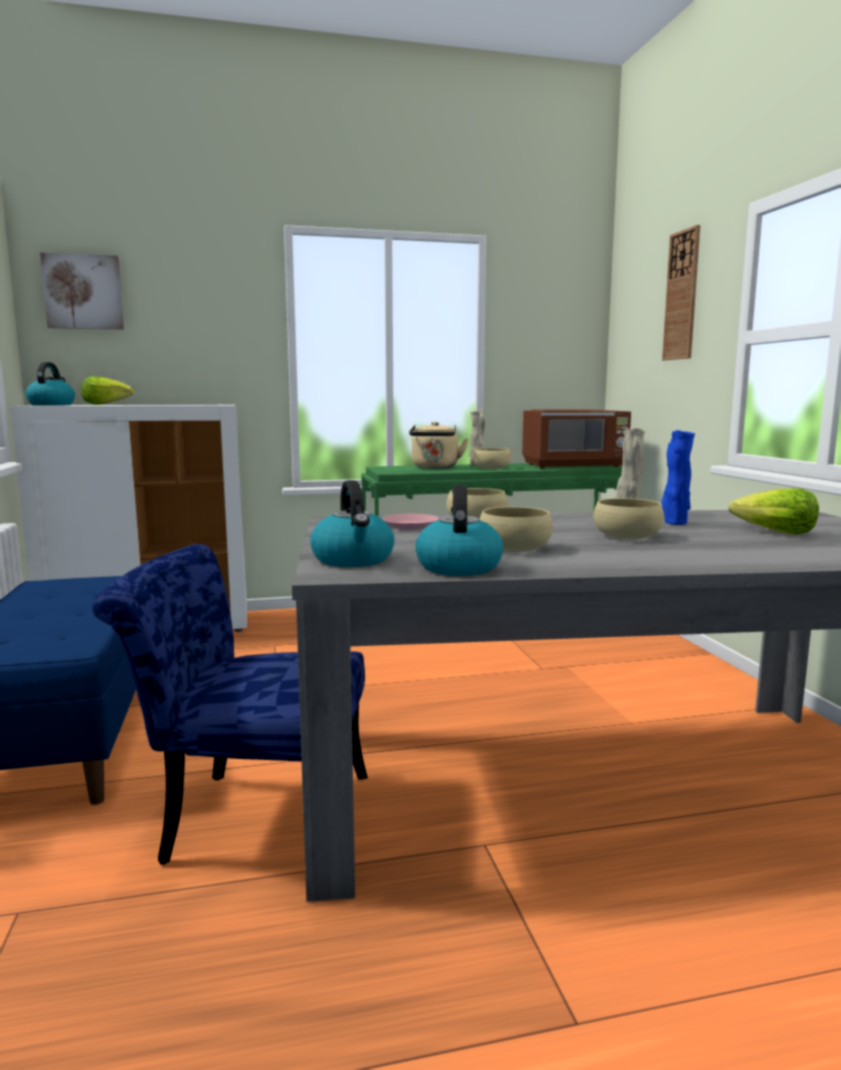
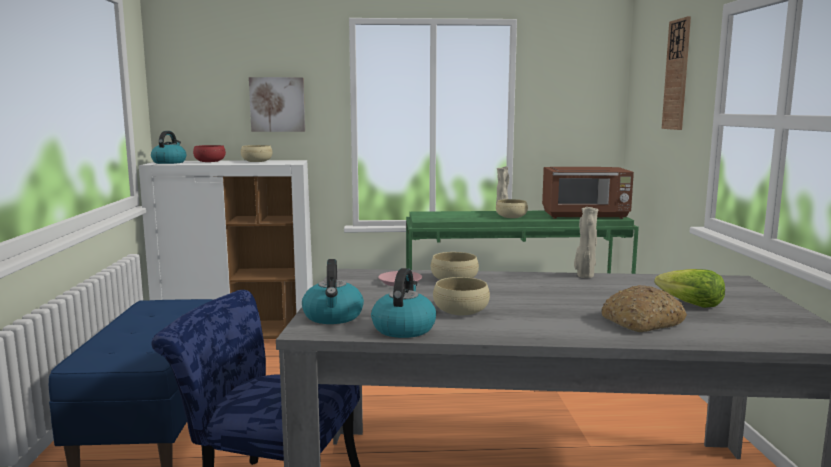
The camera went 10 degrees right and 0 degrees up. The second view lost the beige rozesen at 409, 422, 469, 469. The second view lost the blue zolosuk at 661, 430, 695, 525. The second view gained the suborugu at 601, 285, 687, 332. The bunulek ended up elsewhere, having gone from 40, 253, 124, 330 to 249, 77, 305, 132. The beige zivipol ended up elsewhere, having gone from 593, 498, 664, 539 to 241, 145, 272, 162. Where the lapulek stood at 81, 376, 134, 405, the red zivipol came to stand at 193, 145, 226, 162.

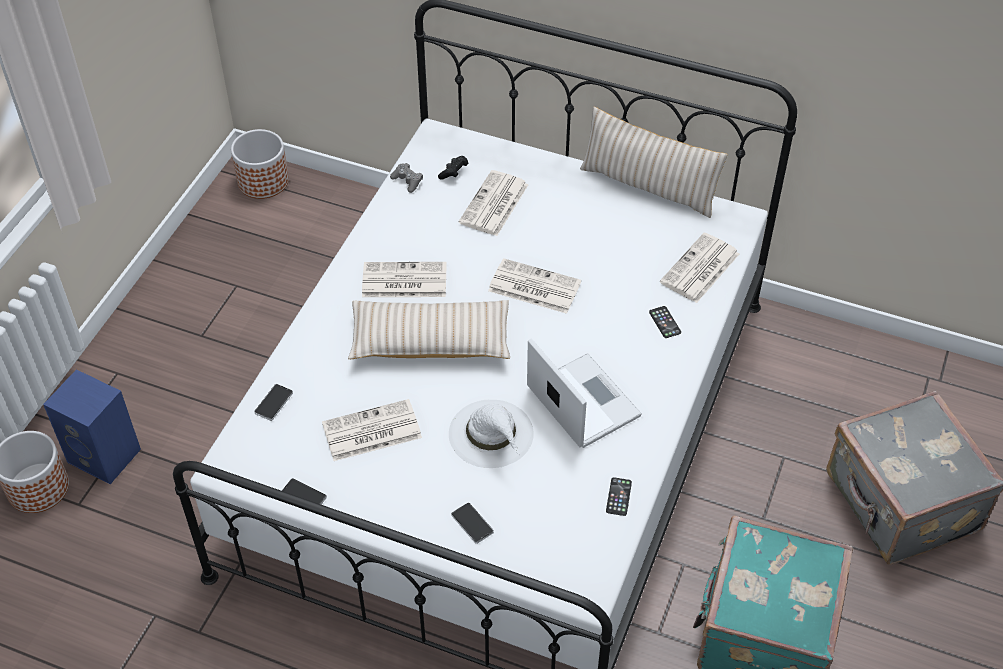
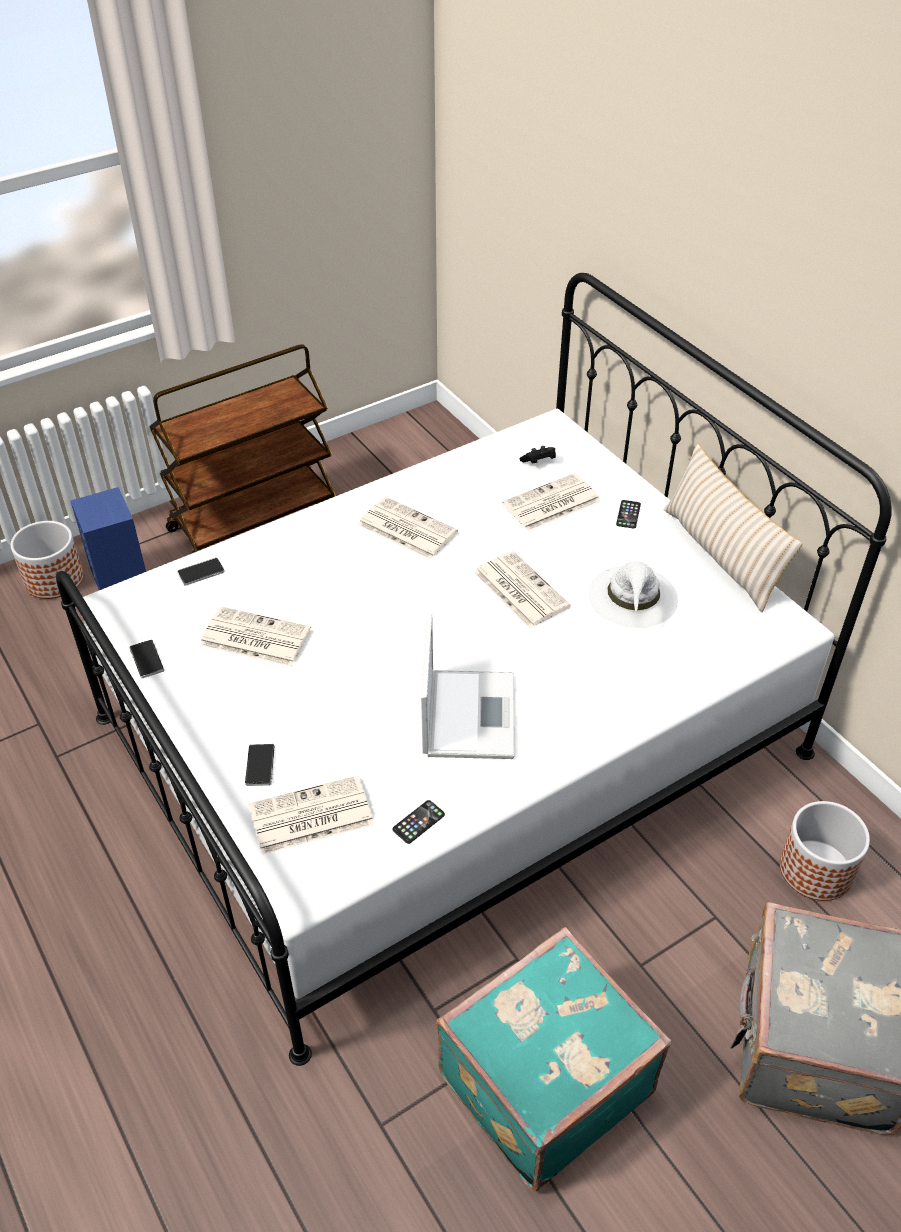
The camera went 35 degrees right and 5 degrees down. The second view lost the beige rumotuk at 348, 300, 510, 359. The second view lost the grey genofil at 390, 163, 423, 193. The second view gained the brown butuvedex at 149, 344, 336, 553. The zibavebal ended up elsewhere, having gone from 231, 129, 289, 199 to 780, 801, 870, 901. The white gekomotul ended up elsewhere, having gone from 449, 400, 534, 468 to 588, 561, 678, 628. The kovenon ended up elsewhere, having gone from 649, 306, 681, 338 to 616, 500, 641, 529. The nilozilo ended up elsewhere, having gone from 660, 233, 739, 303 to 249, 775, 374, 854.

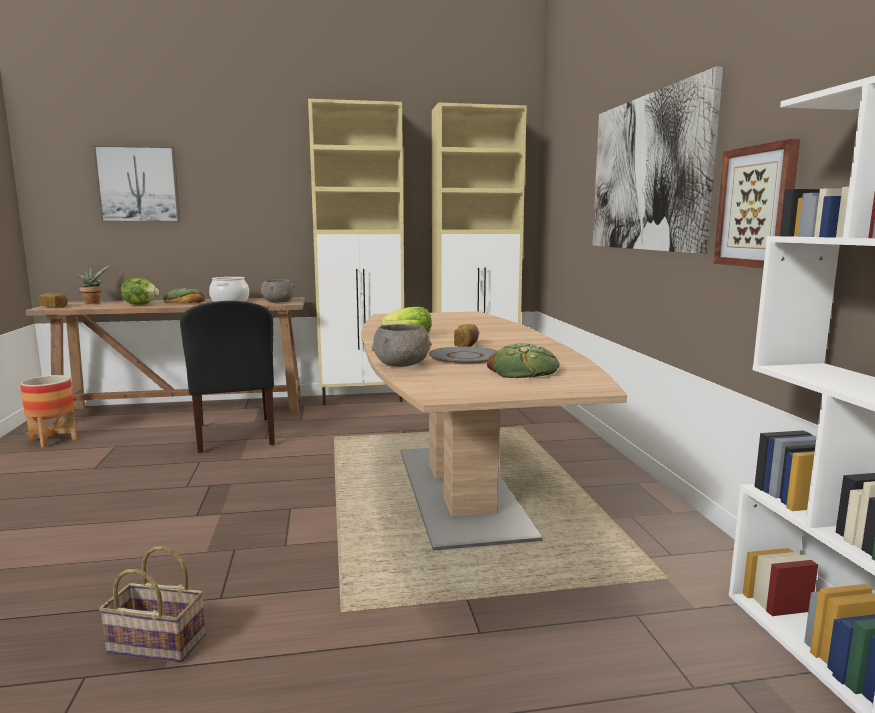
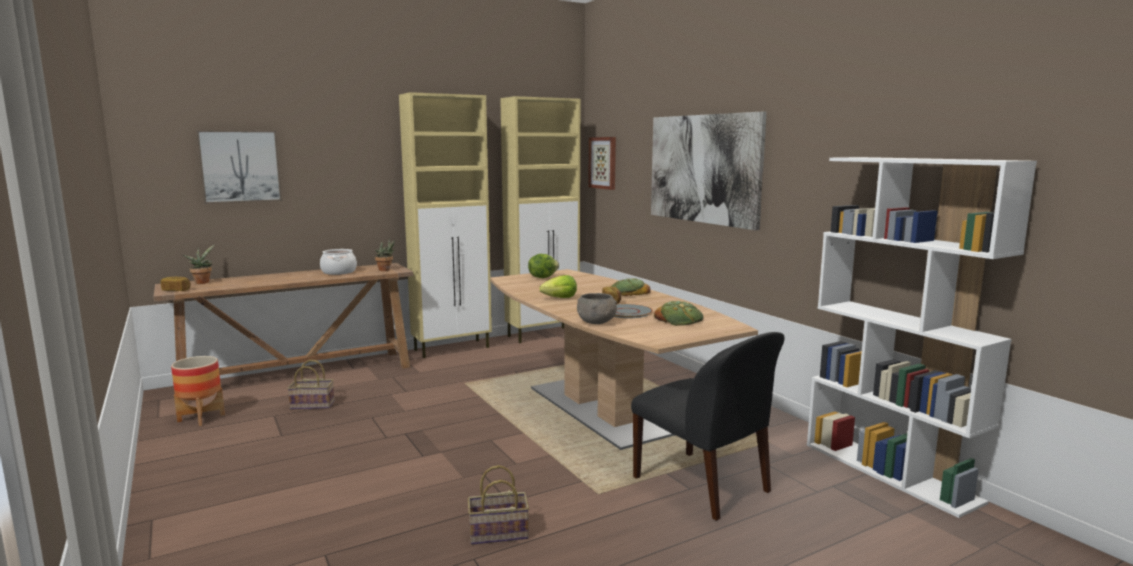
The camera went 20 degrees left and 0 degrees up. The second view gained the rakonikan at 287, 360, 334, 410. The lapulek ended up elsewhere, having gone from 121, 278, 159, 305 to 528, 254, 559, 278. The suborugu ended up elsewhere, having gone from 163, 288, 205, 303 to 612, 278, 650, 296. The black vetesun ended up elsewhere, having gone from 180, 301, 275, 453 to 631, 332, 785, 521. The bunulek ended up elsewhere, having gone from 714, 139, 800, 268 to 588, 137, 616, 190. Where the grey zivipol stood at 261, 279, 294, 303, the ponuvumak came to stand at 375, 239, 395, 271.

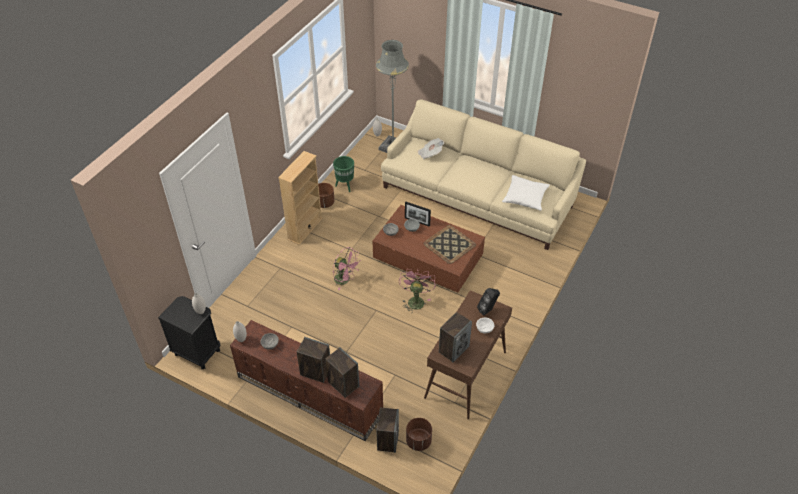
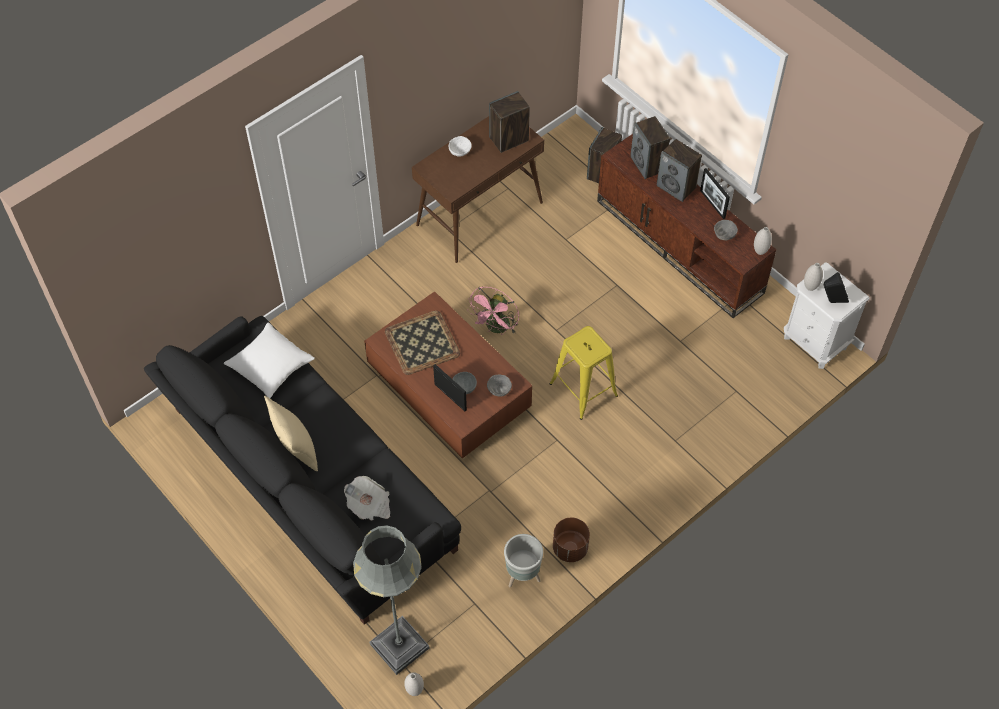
The camera went 160 degrees left and 10 degrees up. The second view lost the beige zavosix at 278, 151, 323, 245. The second view lost the brown zibavebal at 406, 418, 432, 451. The second view gained the beige rumotuk at 264, 396, 318, 471. The second view gained the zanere at 700, 168, 730, 219. The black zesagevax ended up elsewhere, having gone from 477, 288, 500, 316 to 824, 272, 849, 303. Where the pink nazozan stood at 333, 247, 361, 290, the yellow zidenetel came to stand at 550, 326, 618, 420. What was the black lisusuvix at 158, 296, 221, 369 turned into the white lisusuvix at 784, 262, 870, 369. What was the green zibavebal at 333, 156, 354, 192 turned into the grey zibavebal at 504, 534, 543, 587. What was the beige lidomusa at 381, 99, 586, 250 turned into the black lidomusa at 144, 316, 461, 625.

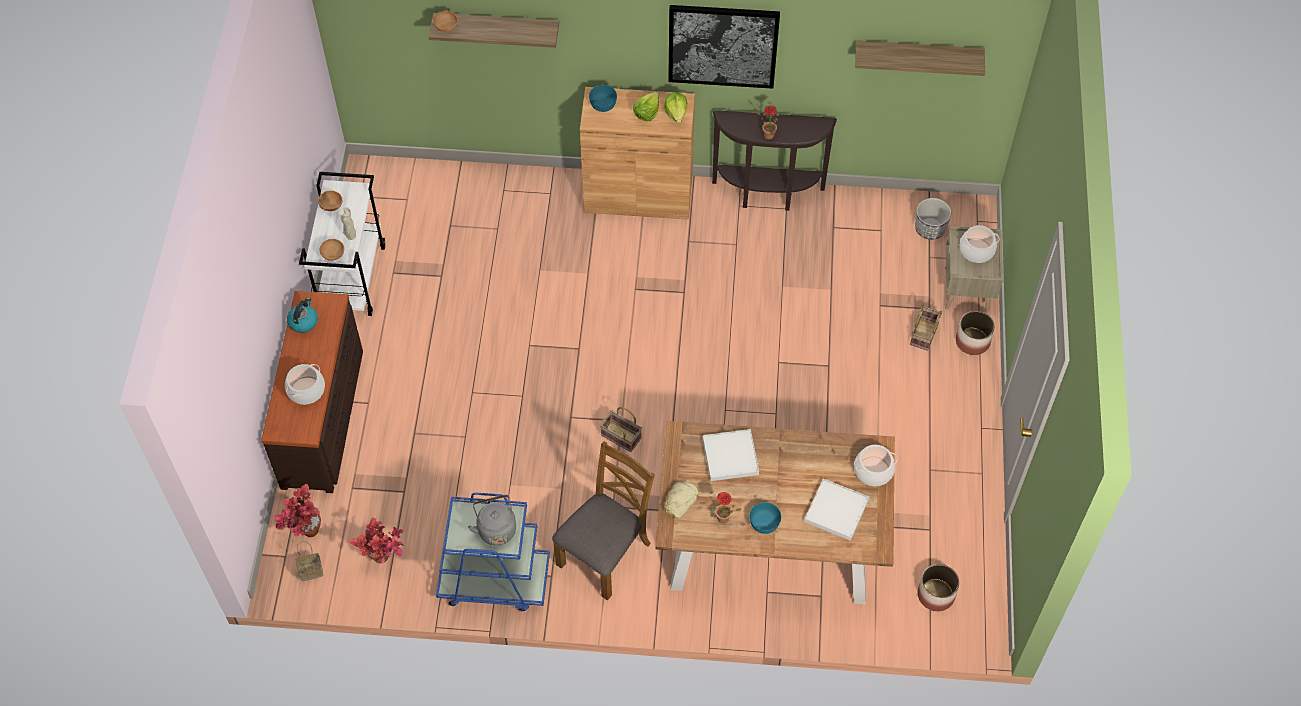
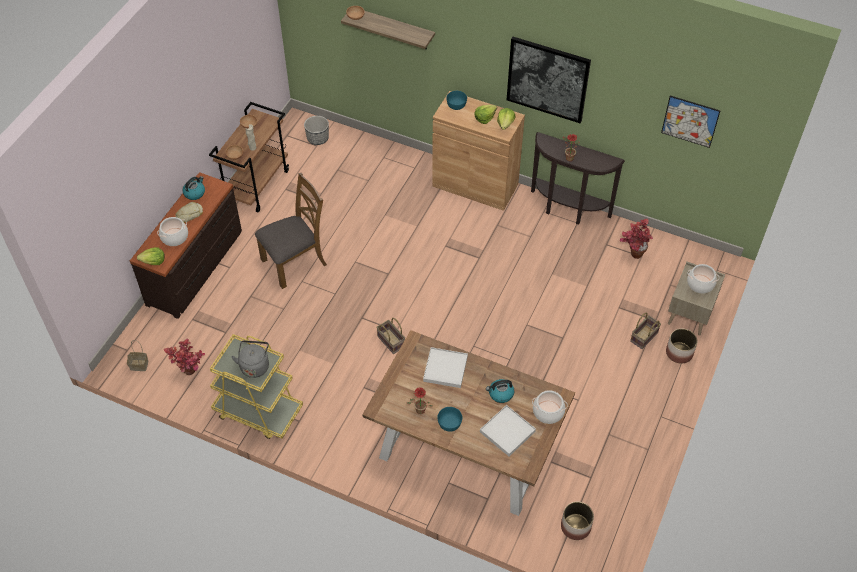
The camera went 20 degrees right and 5 degrees down. The second view gained the lapulek at 137, 247, 165, 265. The second view gained the rozesen at 486, 379, 514, 403. The ponuvumak ended up elsewhere, having gone from 274, 484, 321, 537 to 620, 219, 653, 259. The brown vetesun ended up elsewhere, having gone from 552, 441, 655, 600 to 255, 173, 327, 289. The suborugu ended up elsewhere, having gone from 665, 482, 699, 519 to 175, 202, 203, 222. The zibavebal ended up elsewhere, having gone from 915, 198, 951, 240 to 304, 116, 329, 145. Where the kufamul hung at 855, 40, 985, 76, the bunulek came to hang at 661, 95, 720, 148. What was the white butuvedex at 299, 172, 385, 316 turned into the brown butuvedex at 209, 102, 289, 212. What was the blue butuvedex at 436, 493, 550, 611 turned into the yellow butuvedex at 210, 334, 303, 439.

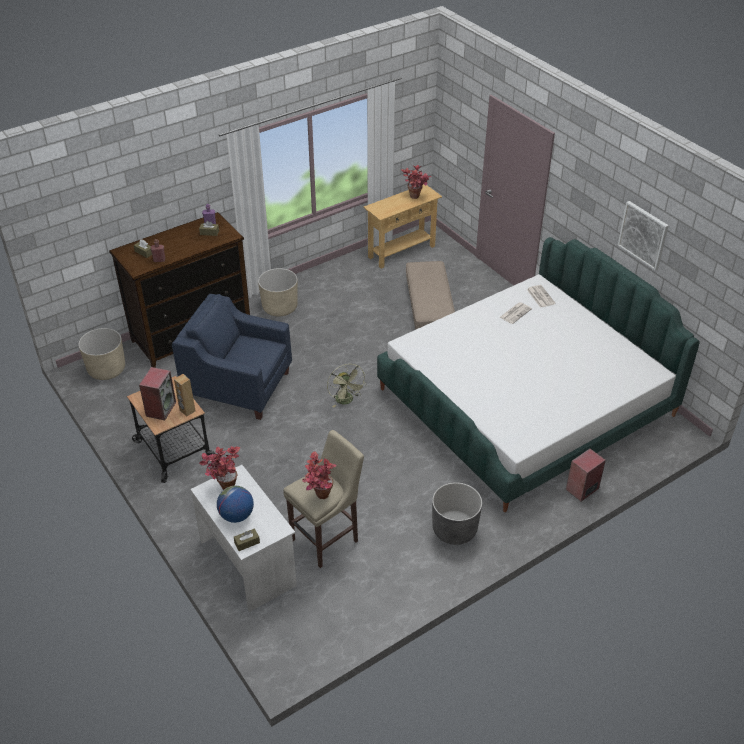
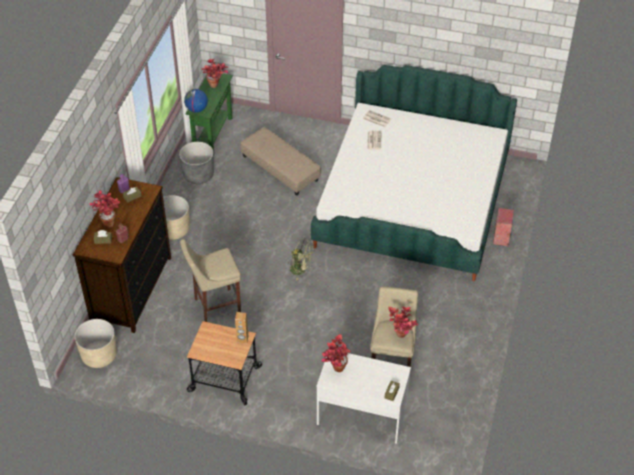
The camera went 40 degrees left and 5 degrees up. The second view lost the zesagevax at 139, 367, 176, 420. The second view lost the bunulek at 618, 201, 669, 271. The second view gained the ponuvumak at 89, 190, 120, 228. The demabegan ended up elsewhere, having gone from 217, 486, 254, 523 to 184, 89, 208, 113. The grey zibavebal ended up elsewhere, having gone from 432, 482, 482, 545 to 179, 142, 214, 184. Where the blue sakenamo stood at 172, 294, 292, 420, the beige zidenetel came to stand at 180, 239, 241, 322. What was the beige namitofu at 363, 184, 442, 269 turned into the green namitofu at 186, 73, 233, 153.

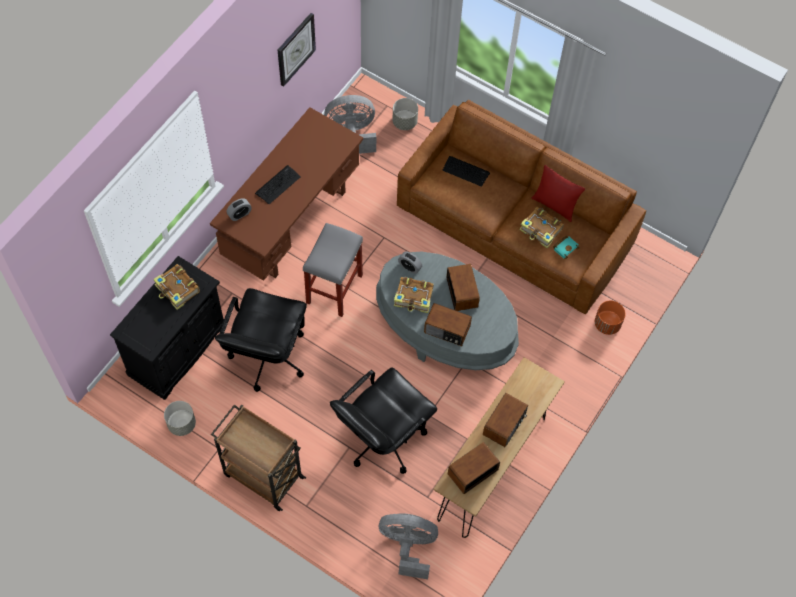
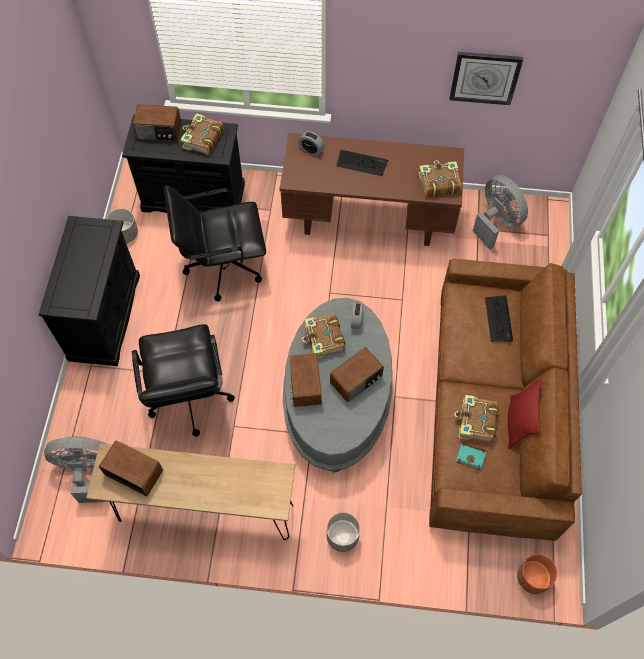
The camera went 65 degrees right and 0 degrees up. The second view lost the grey zidenetel at 303, 223, 363, 317. The second view gained the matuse at 418, 160, 462, 197. The grey zibavebal ended up elsewhere, having gone from 393, 98, 418, 130 to 327, 512, 360, 552. The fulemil ended up elsewhere, having gone from 483, 393, 528, 447 to 133, 105, 181, 142. The orange zibavebal ended up elsewhere, having gone from 595, 301, 625, 335 to 517, 554, 557, 594. Where the brown butuvedex stood at 211, 404, 306, 511, the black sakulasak came to stand at 38, 216, 140, 366. The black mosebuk at 330, 368, 437, 474 ended up facing another way, 120 degrees counterclockwise from before. The grey nazozan at 379, 513, 438, 579 ended up facing another way, 75 degrees counterclockwise from before.

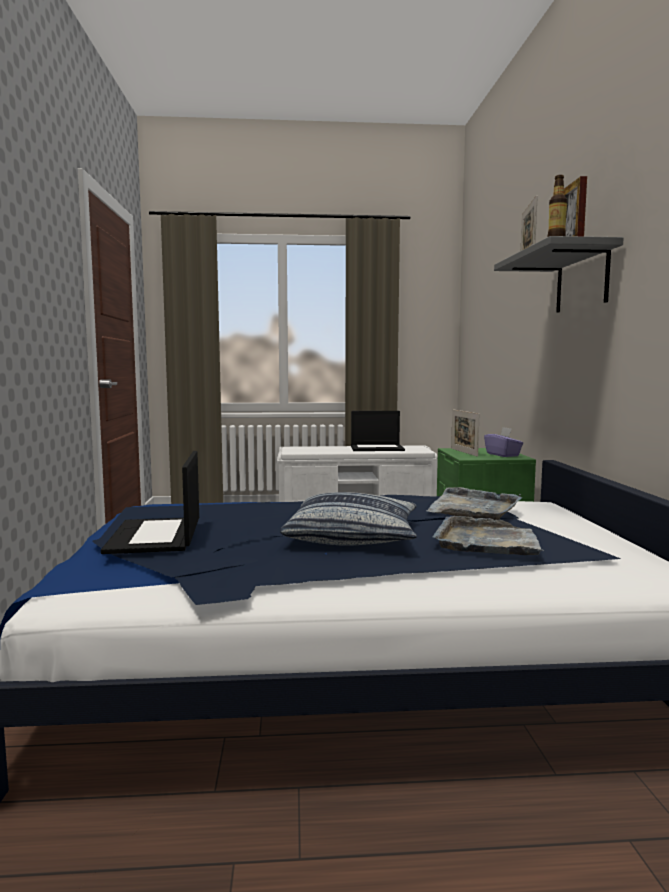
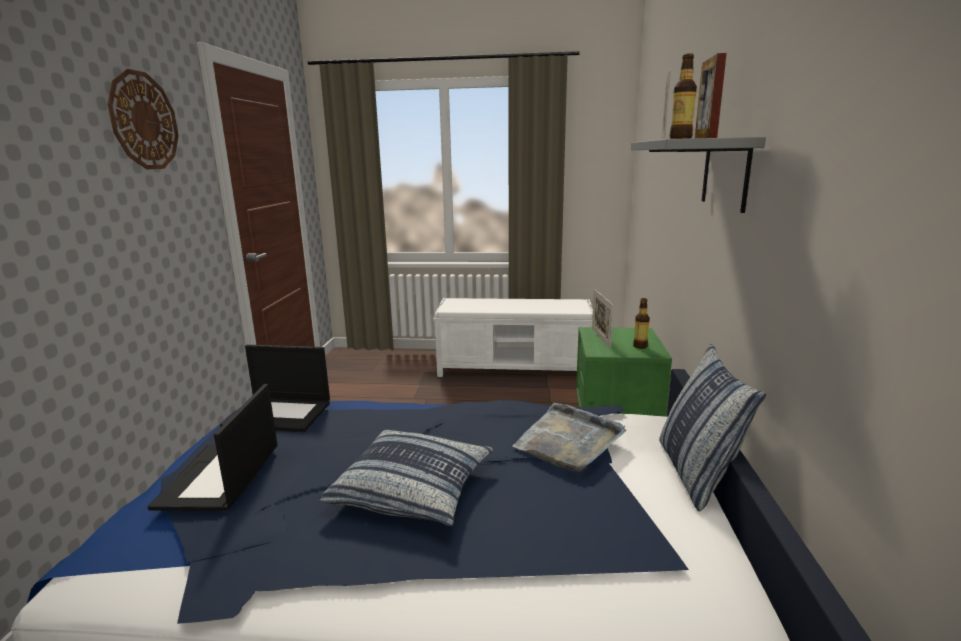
The camera went 10 degrees right and 10 degrees up. The second view lost the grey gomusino at 433, 516, 544, 555. The second view gained the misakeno at 107, 69, 179, 170. The second view gained the rumotuk at 659, 344, 766, 512. The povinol ended up elsewhere, having gone from 351, 411, 405, 451 to 220, 345, 330, 432. Where the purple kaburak stood at 484, 427, 523, 457, the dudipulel came to stand at 633, 298, 650, 349.

